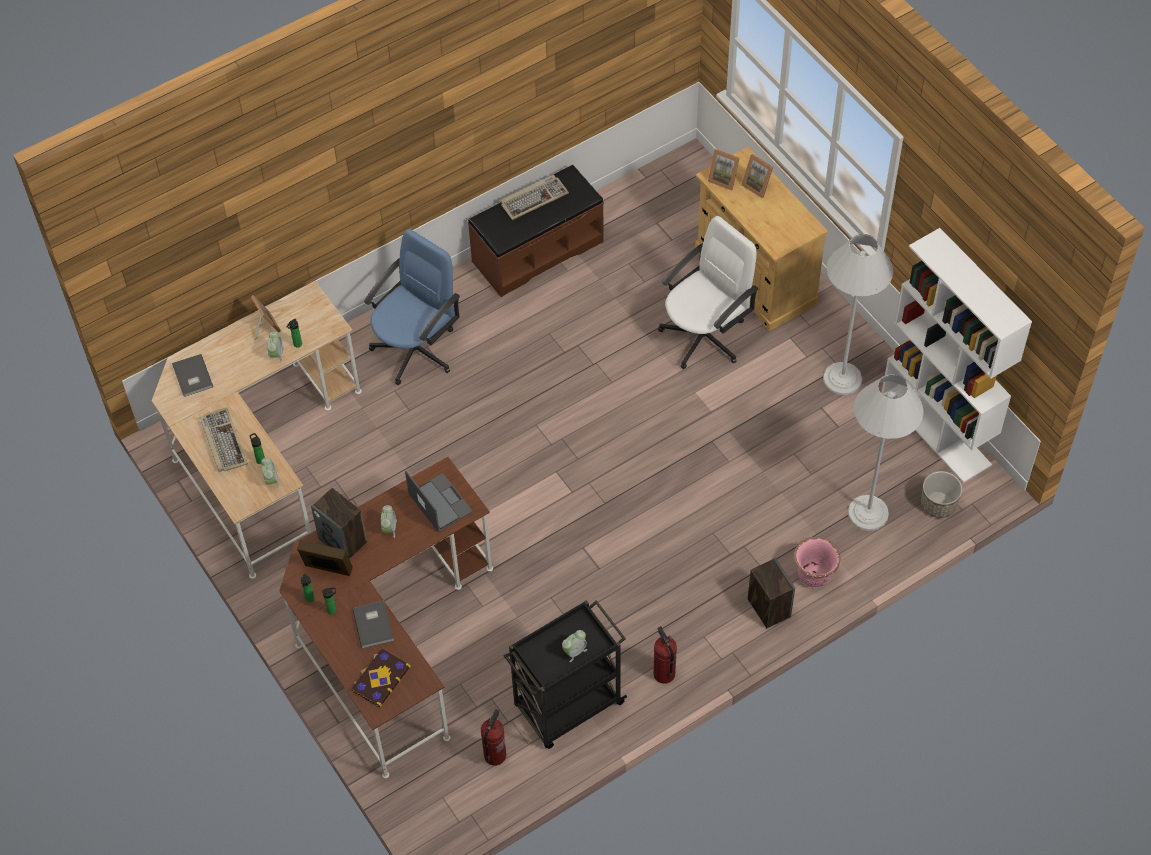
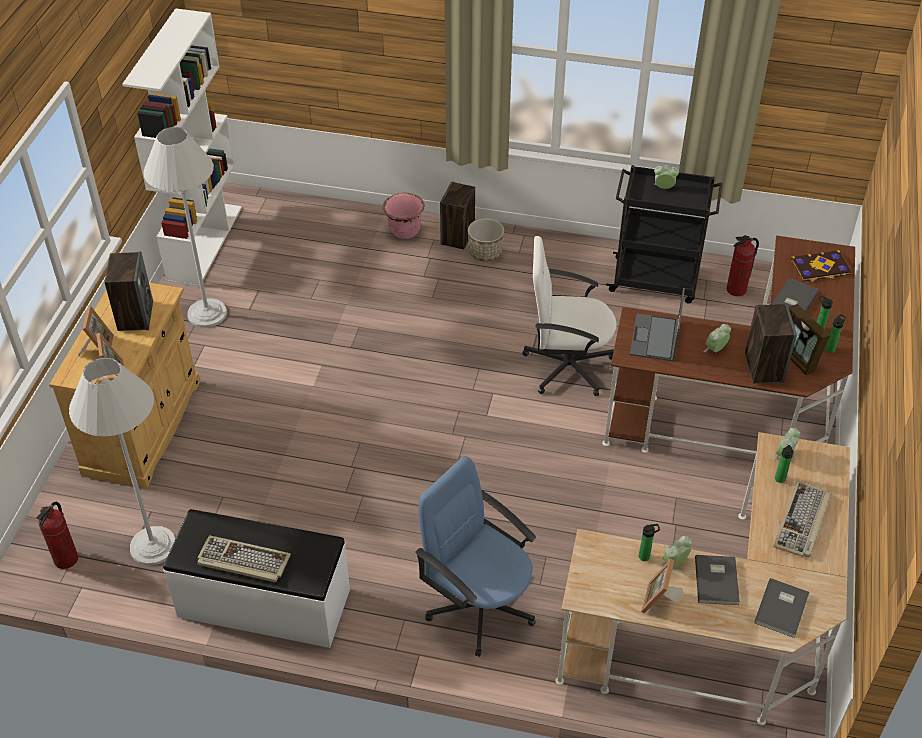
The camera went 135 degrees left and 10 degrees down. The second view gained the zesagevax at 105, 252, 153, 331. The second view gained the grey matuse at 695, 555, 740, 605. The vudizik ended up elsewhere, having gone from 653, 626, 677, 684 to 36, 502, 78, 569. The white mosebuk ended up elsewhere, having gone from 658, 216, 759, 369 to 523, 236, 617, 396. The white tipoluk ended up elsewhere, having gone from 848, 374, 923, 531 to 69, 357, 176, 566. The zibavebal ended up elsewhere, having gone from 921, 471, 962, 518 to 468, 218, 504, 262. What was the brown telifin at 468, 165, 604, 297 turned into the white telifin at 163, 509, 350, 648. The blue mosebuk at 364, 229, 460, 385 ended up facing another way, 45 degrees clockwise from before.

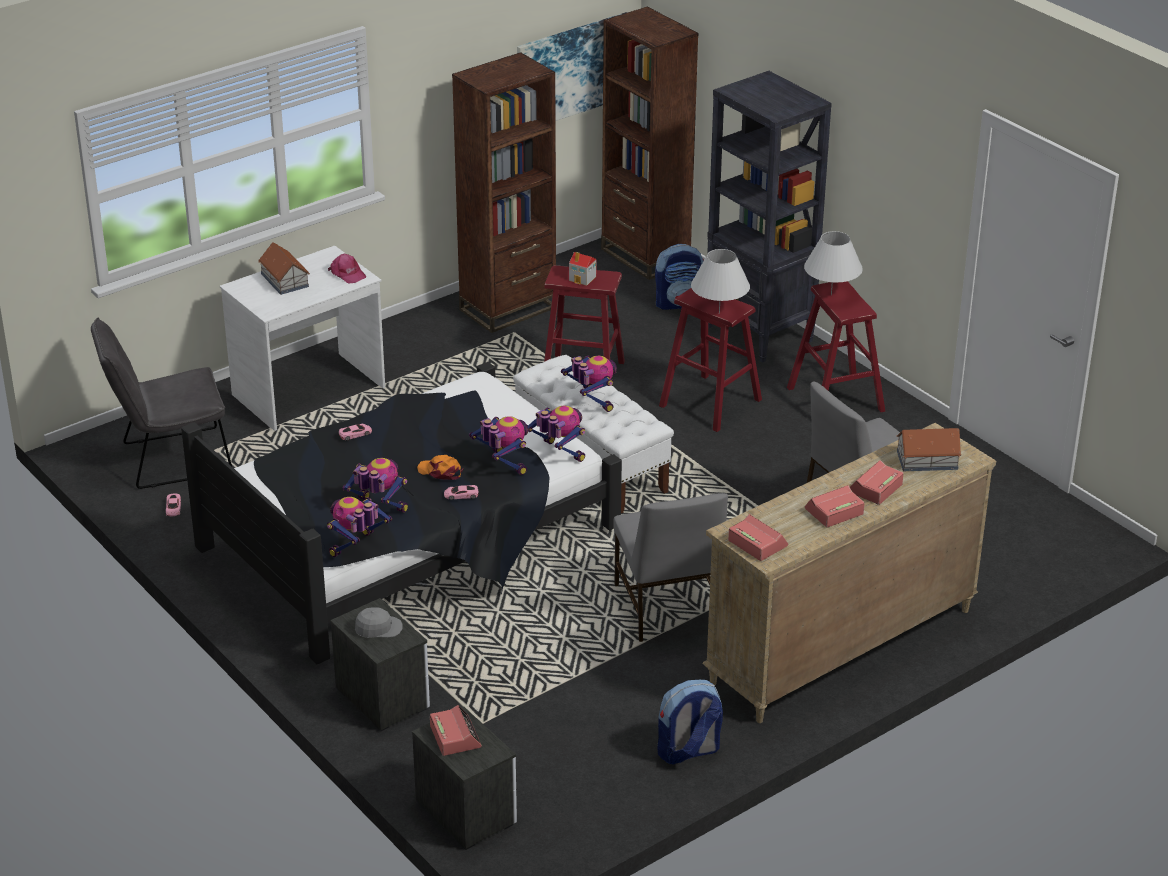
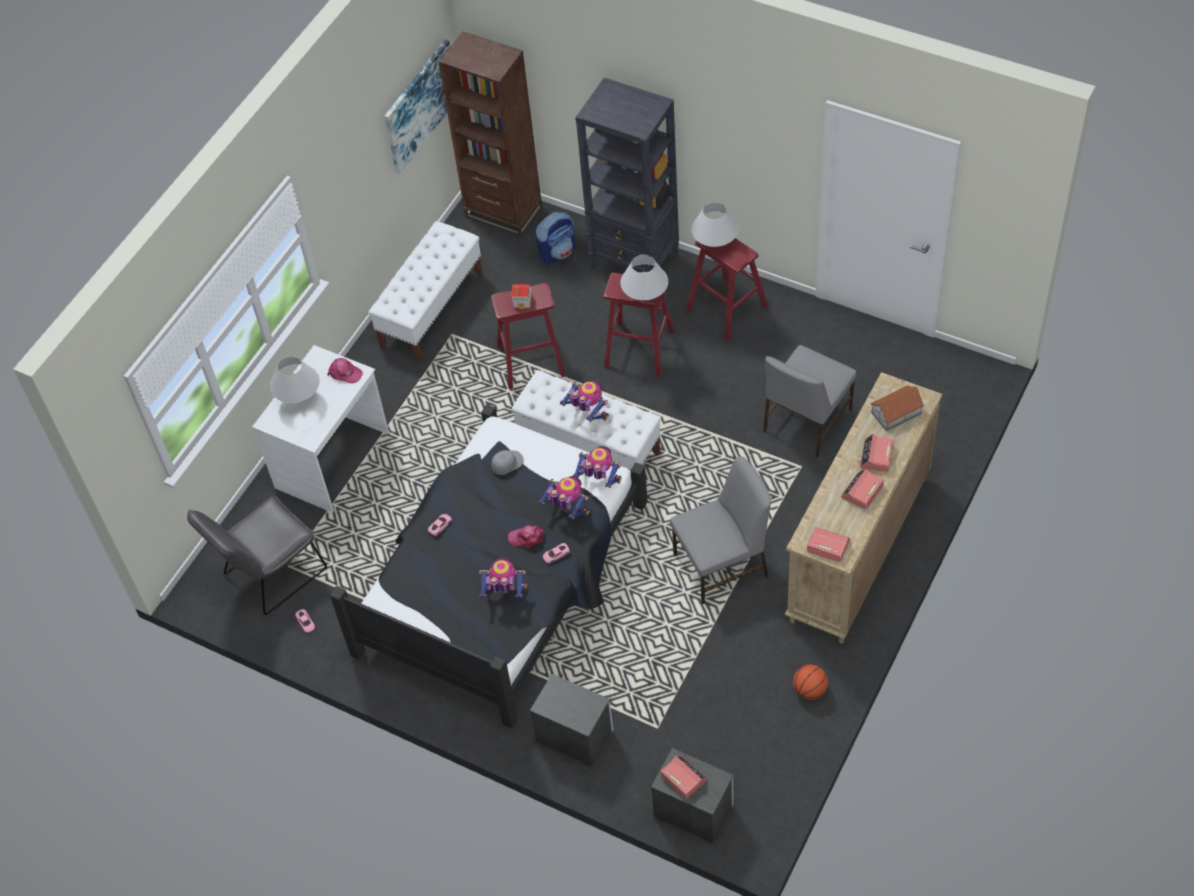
The camera went 20 degrees left and 20 degrees up. The second view lost the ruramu at 327, 497, 392, 557. The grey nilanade ended up elsewhere, having gone from 355, 607, 403, 638 to 491, 450, 524, 475. Where the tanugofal stood at 259, 242, 310, 295, the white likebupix came to stand at 270, 356, 320, 403. Where the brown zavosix stood at 452, 52, 556, 333, the white telifin came to stand at 368, 221, 483, 363. Where the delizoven stood at 657, 680, 723, 764, the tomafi came to stand at 793, 664, 828, 700. What was the orange nilanade at 417, 455, 463, 480 turned into the pink nilanade at 508, 525, 546, 548. The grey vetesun at 613, 493, 728, 642 ended up facing another way, 75 degrees counterclockwise from before.

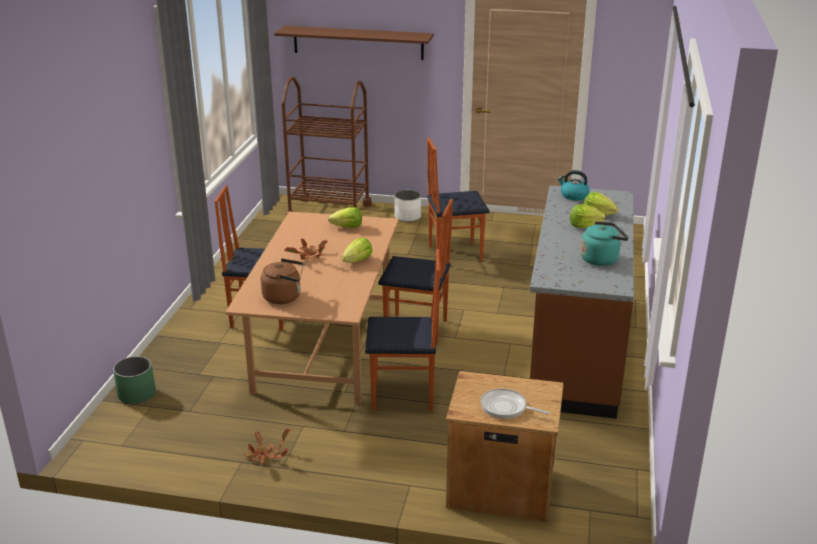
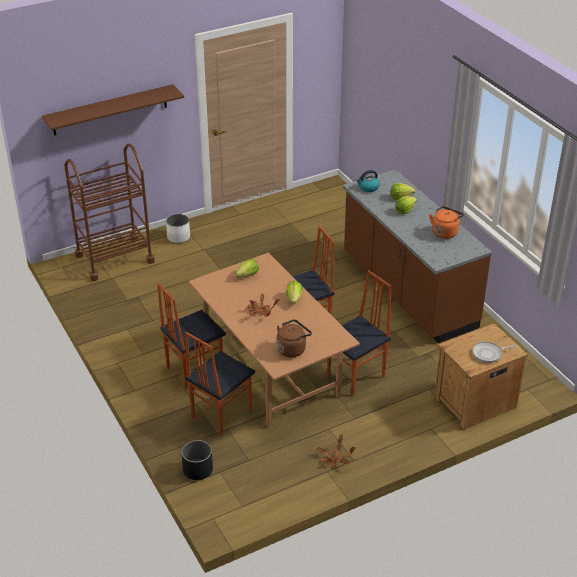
The camera went 40 degrees left and 10 degrees up. The vetesun ended up elsewhere, having gone from 427, 137, 489, 261 to 185, 332, 255, 437. What was the green zibavebal at 113, 356, 156, 404 turned into the black zibavebal at 182, 440, 213, 480. What was the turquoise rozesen at 581, 221, 629, 266 turned into the orange rozesen at 429, 206, 464, 239.

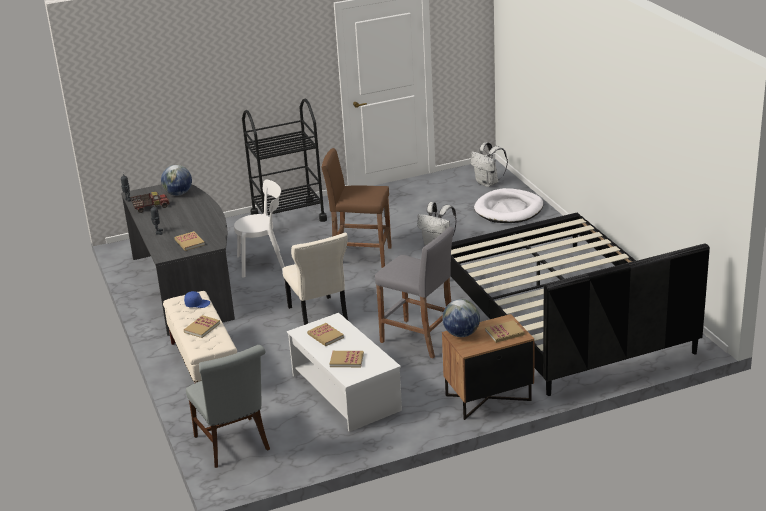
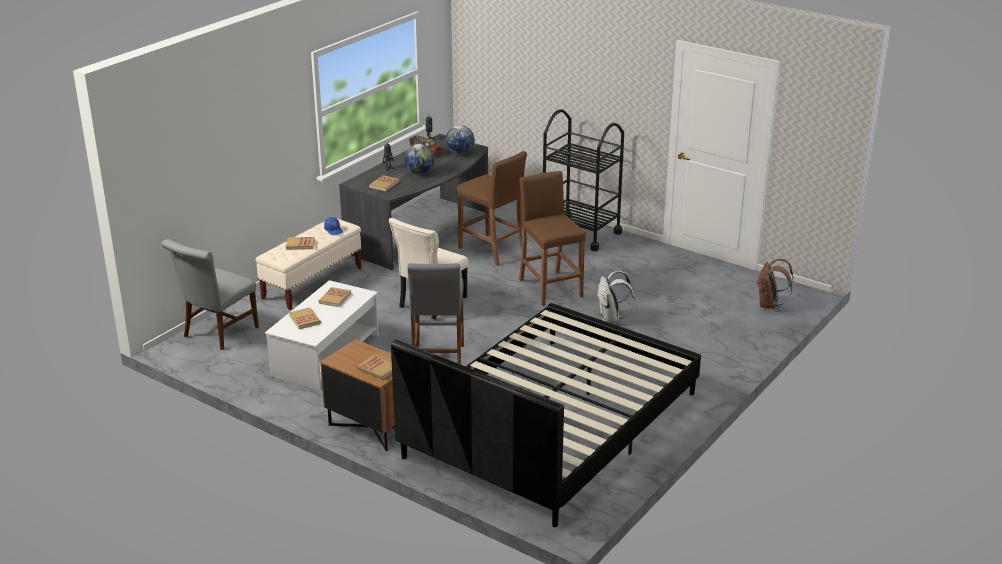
The camera went 55 degrees right and 0 degrees up. The second view lost the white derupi at 474, 188, 543, 223. The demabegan ended up elsewhere, having gone from 442, 299, 480, 337 to 404, 144, 434, 175. Where the white vetesun stood at 234, 180, 285, 278, the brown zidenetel came to stand at 457, 151, 527, 266. What was the white delizoven at 471, 142, 508, 187 turned into the brown delizoven at 757, 259, 794, 309.

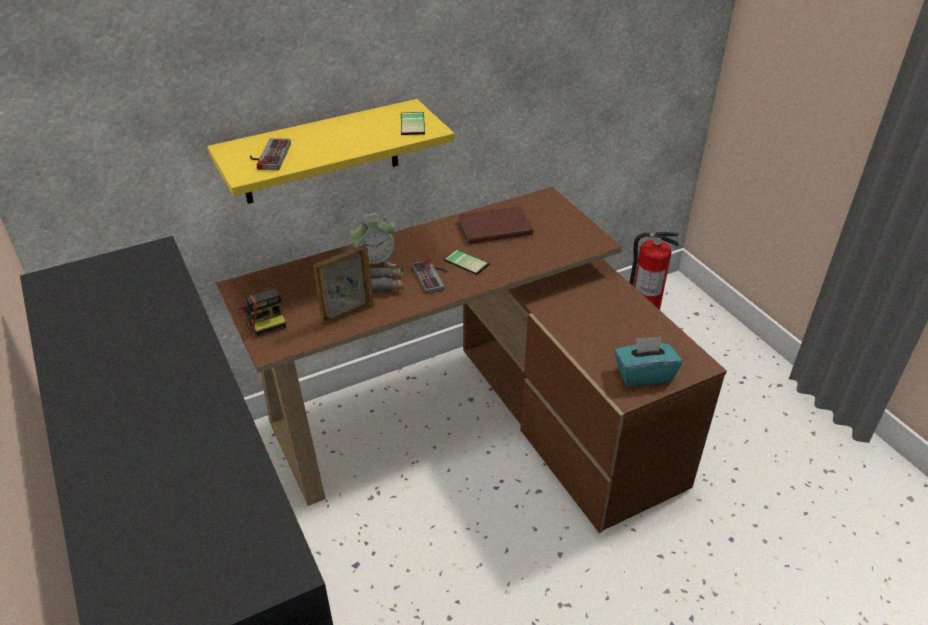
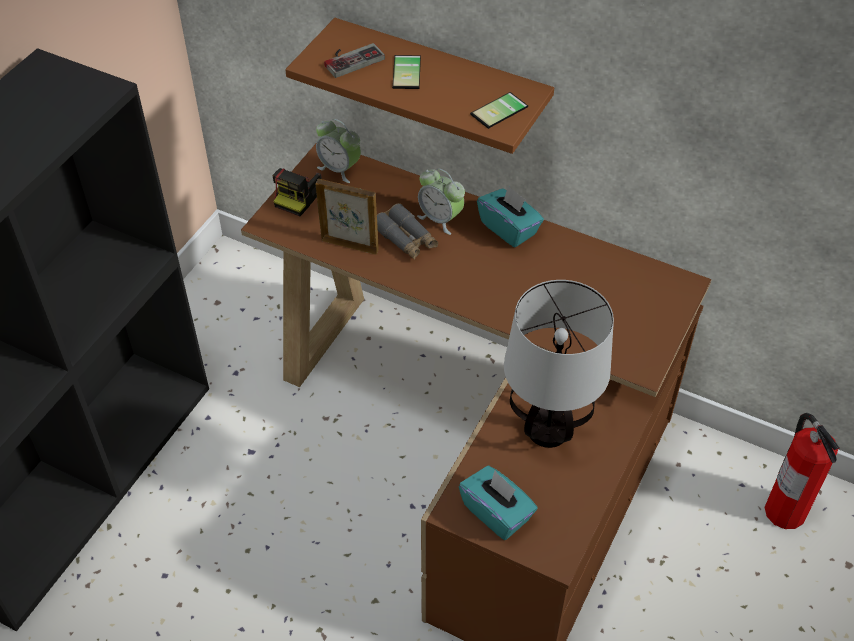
The camera went 55 degrees right and 10 degrees up. The second view lost the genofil at 412, 259, 447, 294. The second view lost the brown matuse at 458, 206, 533, 244. The second view gained the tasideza at 316, 119, 361, 183. The second view gained the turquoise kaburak at 477, 185, 544, 248. The second view gained the likebupix at 504, 280, 614, 448. The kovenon ended up elsewhere, having gone from 444, 249, 490, 275 to 392, 55, 421, 89. What was the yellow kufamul at 207, 99, 454, 204 turned into the brown kufamul at 285, 18, 554, 154.

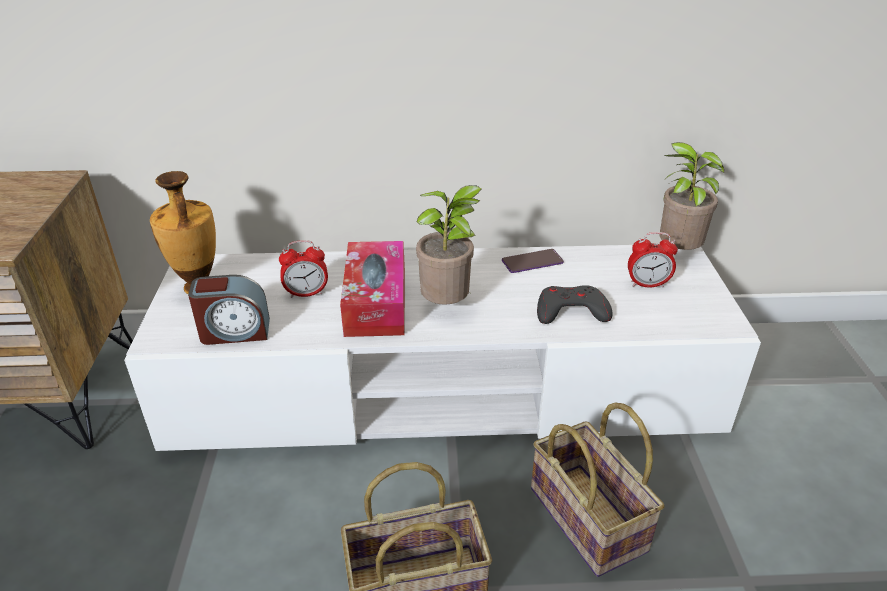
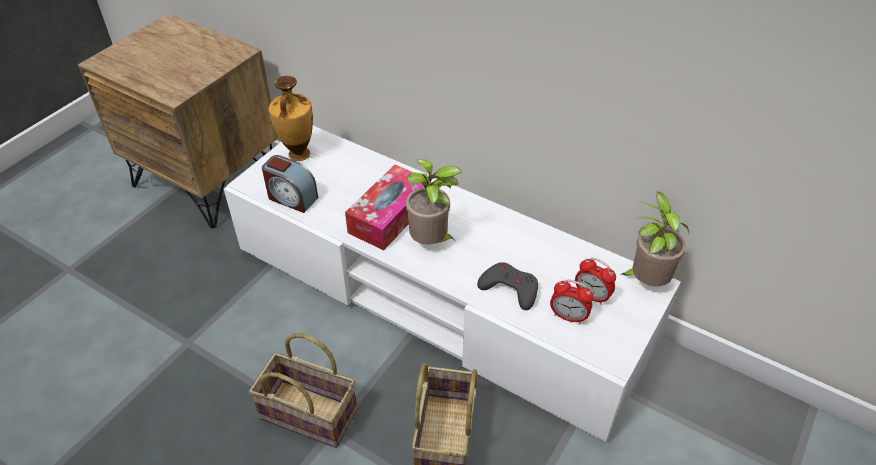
The camera went 35 degrees right and 10 degrees up. The second view lost the kovenon at 502, 249, 564, 273. The tasideza ended up elsewhere, having gone from 279, 240, 328, 298 to 550, 280, 593, 324.

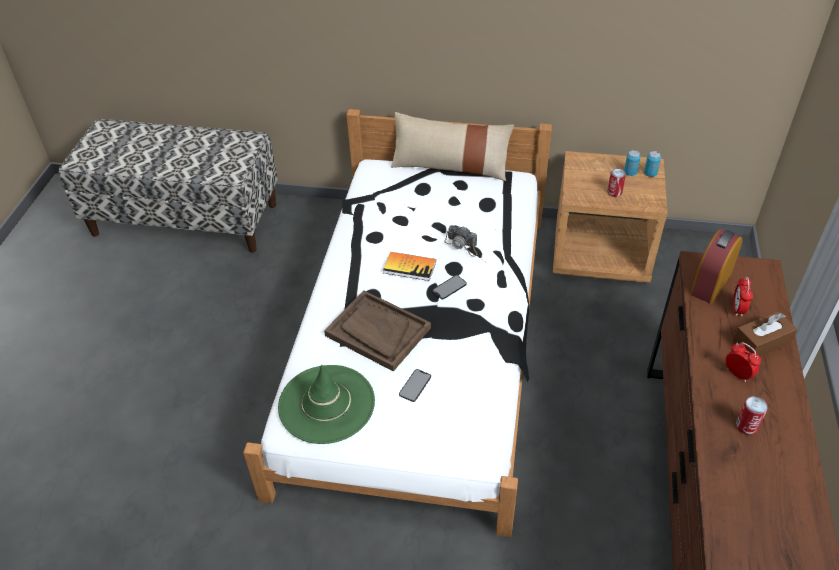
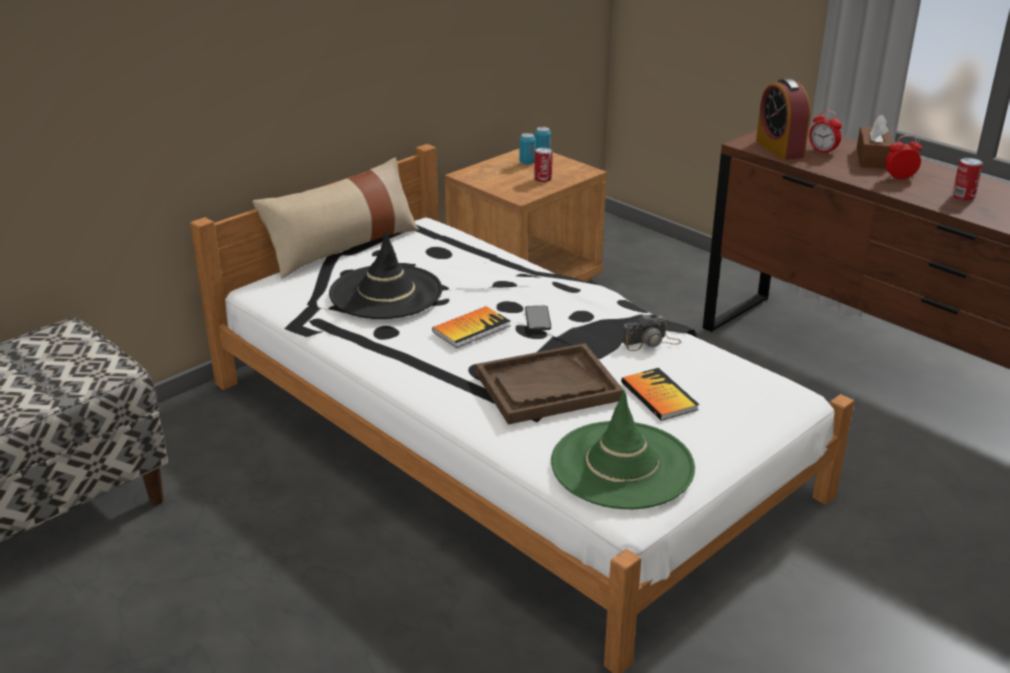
The camera went 55 degrees left and 15 degrees down. The second view gained the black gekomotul at 329, 231, 442, 319. The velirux ended up elsewhere, having gone from 444, 225, 477, 257 to 622, 314, 681, 351. Where the kovenon stood at 399, 369, 431, 402, the matuse came to stand at 621, 368, 699, 421.

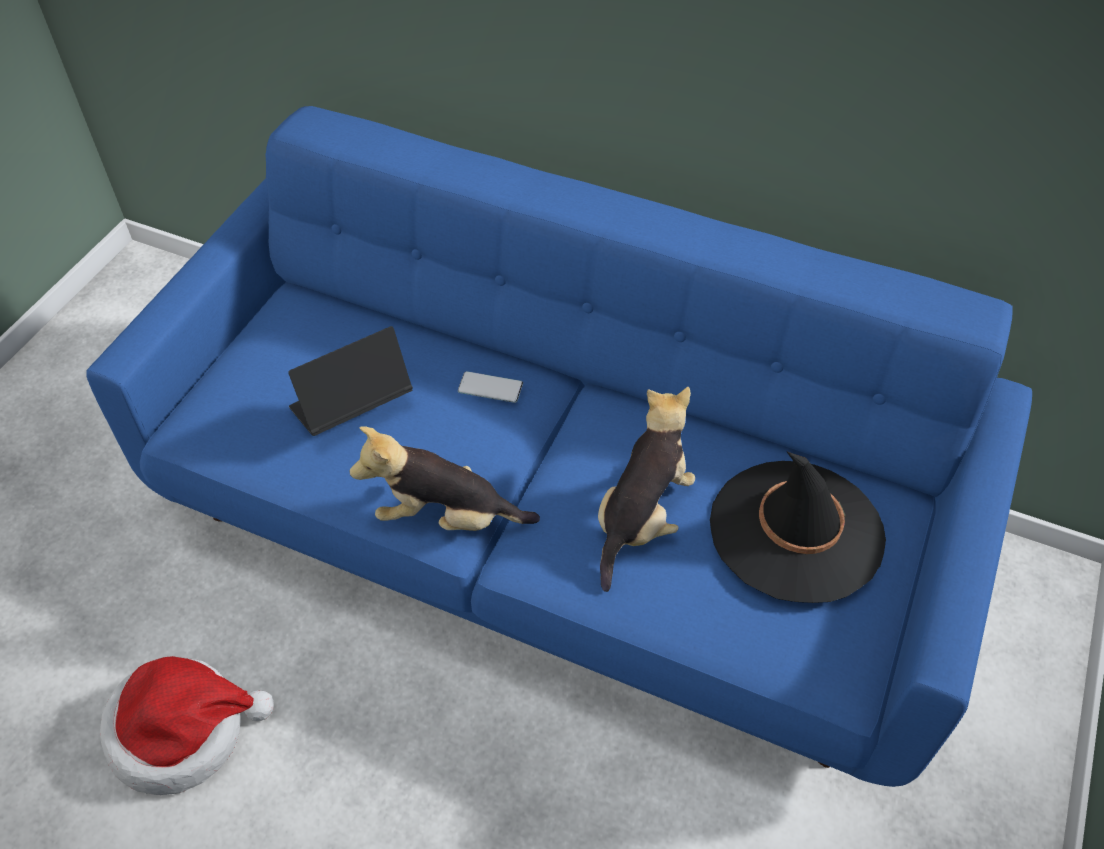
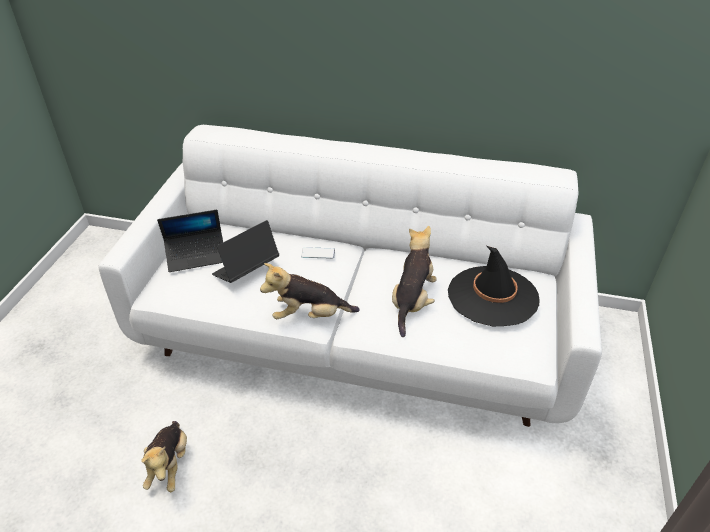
The camera went 10 degrees left and 10 degrees down. The second view gained the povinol at 157, 210, 223, 272. Where the gekomotul stood at 100, 656, 274, 795, the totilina came to stand at 141, 421, 187, 492. What was the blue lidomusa at 86, 106, 1032, 787 turned into the white lidomusa at 99, 125, 602, 427.

